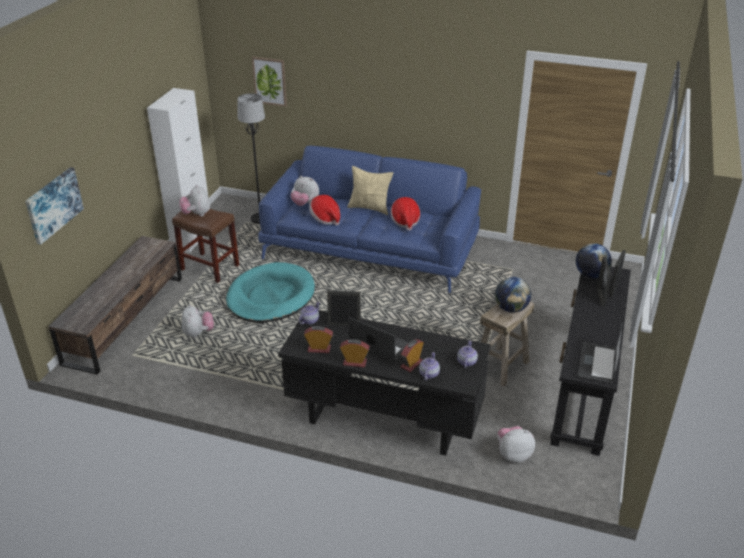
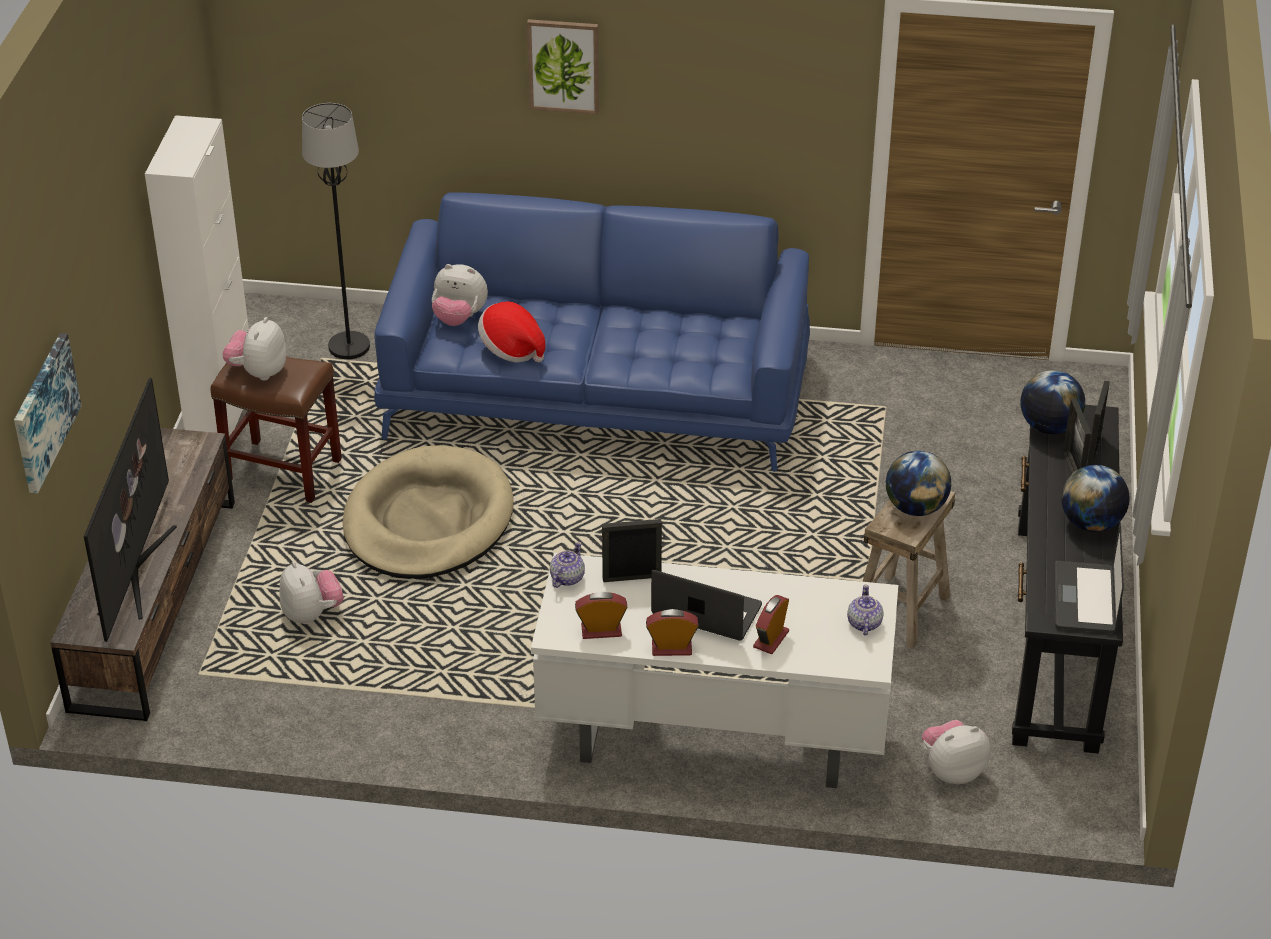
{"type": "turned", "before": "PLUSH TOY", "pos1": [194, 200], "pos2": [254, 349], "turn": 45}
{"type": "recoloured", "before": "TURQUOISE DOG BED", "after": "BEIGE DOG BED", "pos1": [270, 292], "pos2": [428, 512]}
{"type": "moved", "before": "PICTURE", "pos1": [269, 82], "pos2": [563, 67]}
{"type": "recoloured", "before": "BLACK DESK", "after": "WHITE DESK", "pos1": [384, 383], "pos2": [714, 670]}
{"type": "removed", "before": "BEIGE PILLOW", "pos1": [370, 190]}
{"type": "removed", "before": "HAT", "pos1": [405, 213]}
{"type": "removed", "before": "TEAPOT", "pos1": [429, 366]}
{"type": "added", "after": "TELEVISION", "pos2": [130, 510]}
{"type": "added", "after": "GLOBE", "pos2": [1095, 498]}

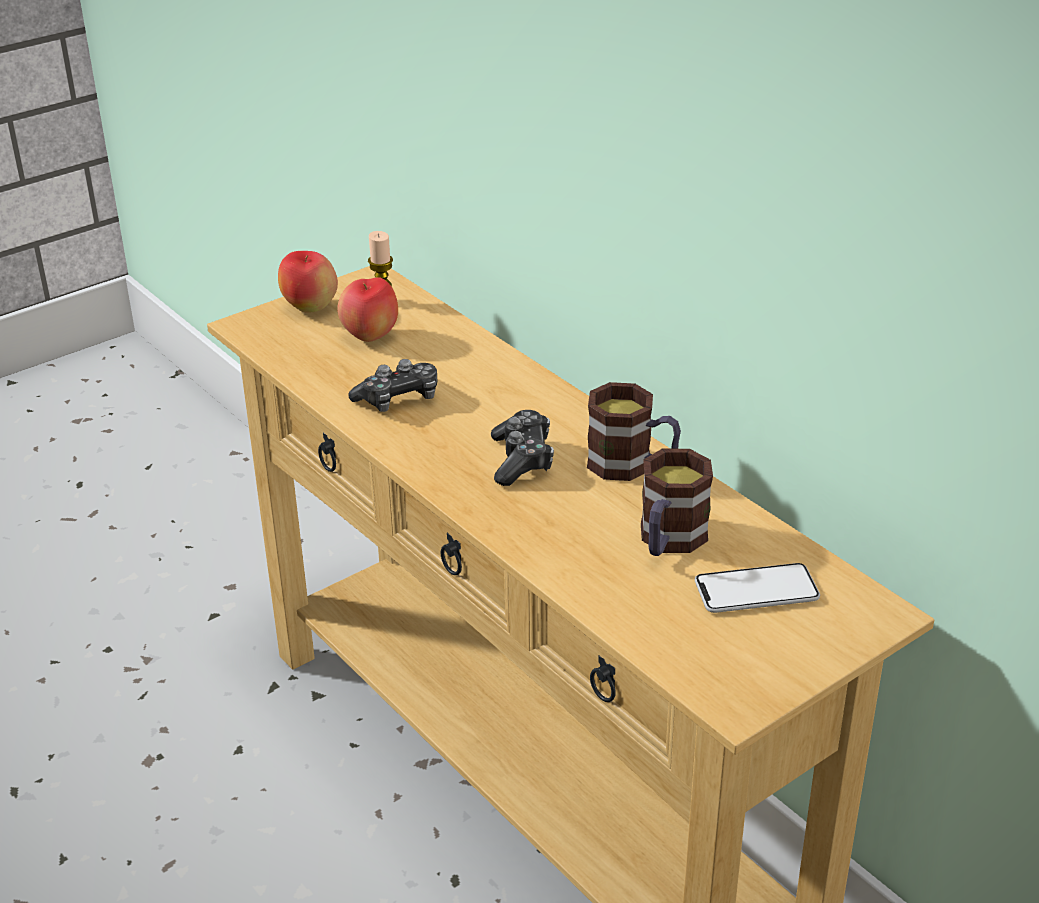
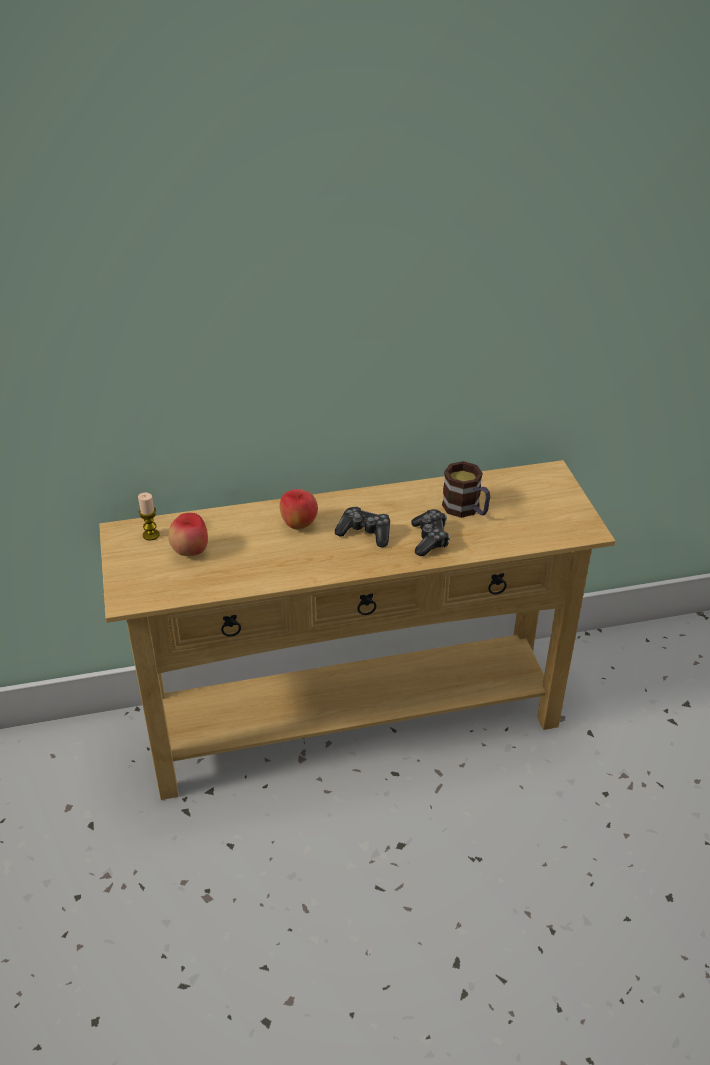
{"type": "moved", "before": "APPLE", "pos1": [308, 282], "pos2": [299, 509]}
{"type": "moved", "before": "GAME CONTROLLER", "pos1": [393, 385], "pos2": [430, 532]}
{"type": "removed", "before": "MUG", "pos1": [634, 431]}
{"type": "removed", "before": "PHONE", "pos1": [757, 588]}

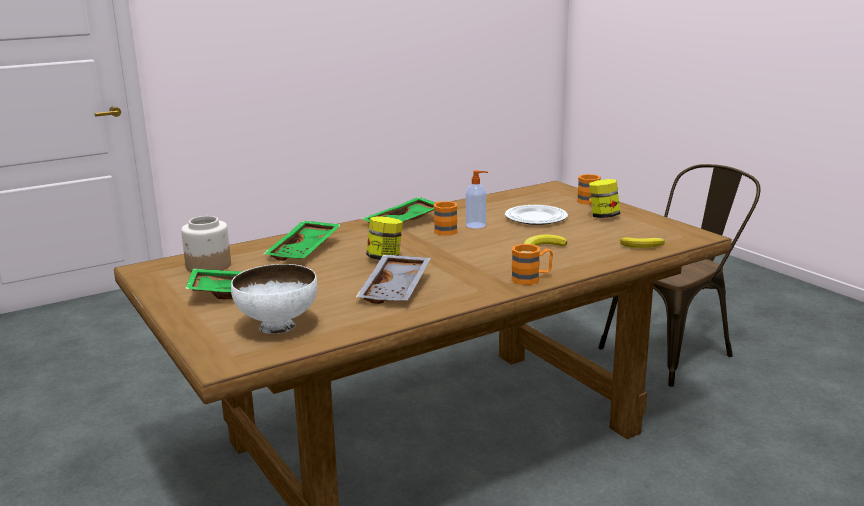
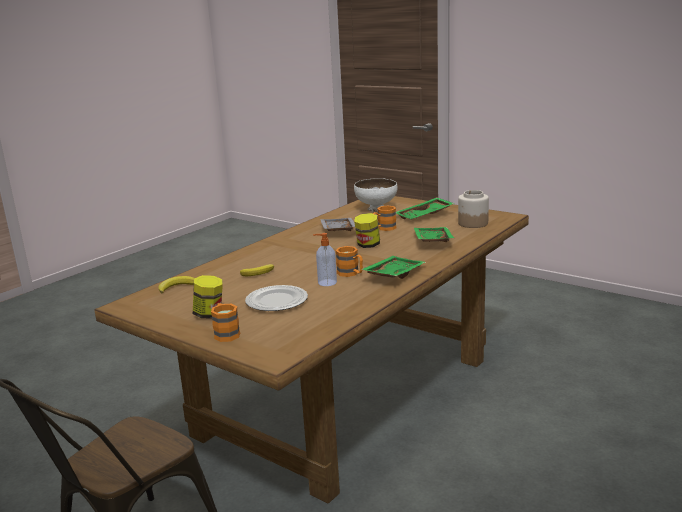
{"type": "moved", "before": "ORANGE MUG", "pos1": [532, 264], "pos2": [384, 218]}

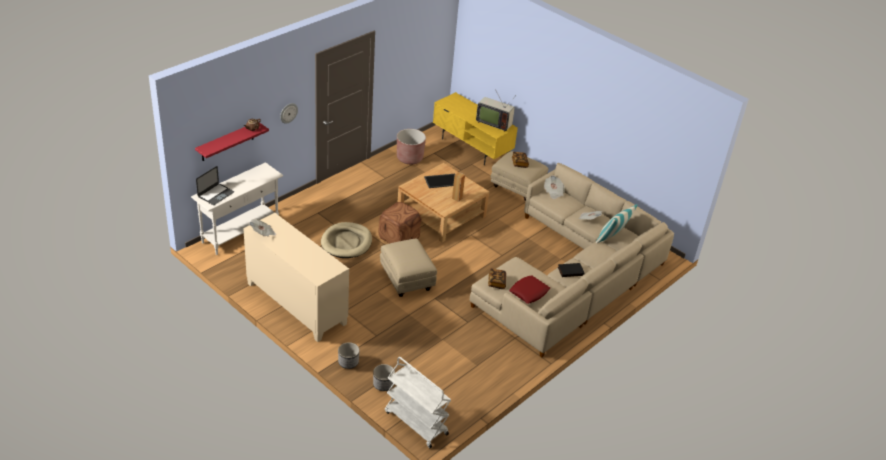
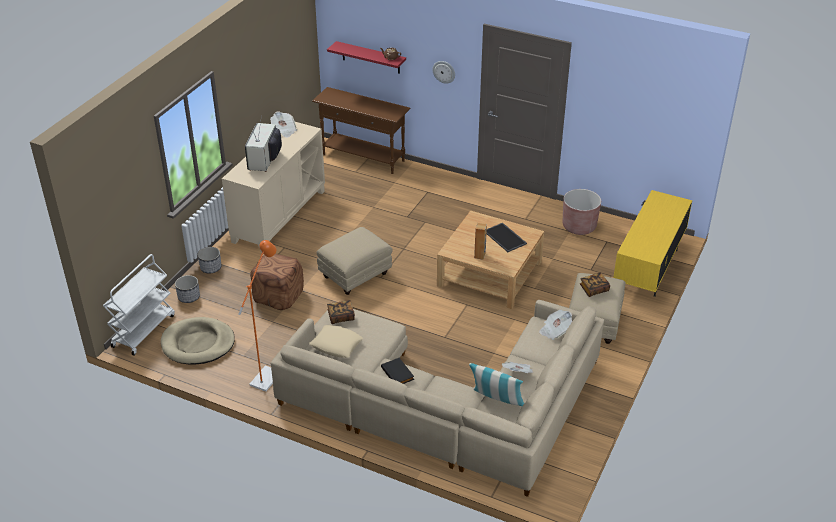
{"type": "recoloured", "before": "WHITE CONSOLE TABLE", "after": "BROWN CONSOLE TABLE", "pos1": [237, 208], "pos2": [361, 130]}
{"type": "removed", "before": "LAPTOP", "pos1": [215, 185]}
{"type": "moved", "before": "BEIGE DOG BED", "pos1": [346, 240], "pos2": [198, 341]}
{"type": "moved", "before": "BROWN OTTOMAN", "pos1": [400, 222], "pos2": [277, 282]}
{"type": "moved", "before": "TELEVISION", "pos1": [495, 111], "pos2": [263, 143]}
{"type": "recoloured", "before": "RED PILLOW", "after": "BEIGE PILLOW", "pos1": [529, 289], "pos2": [336, 341]}
{"type": "added", "after": "ORANGE FLOOR LAMP", "pos2": [257, 316]}

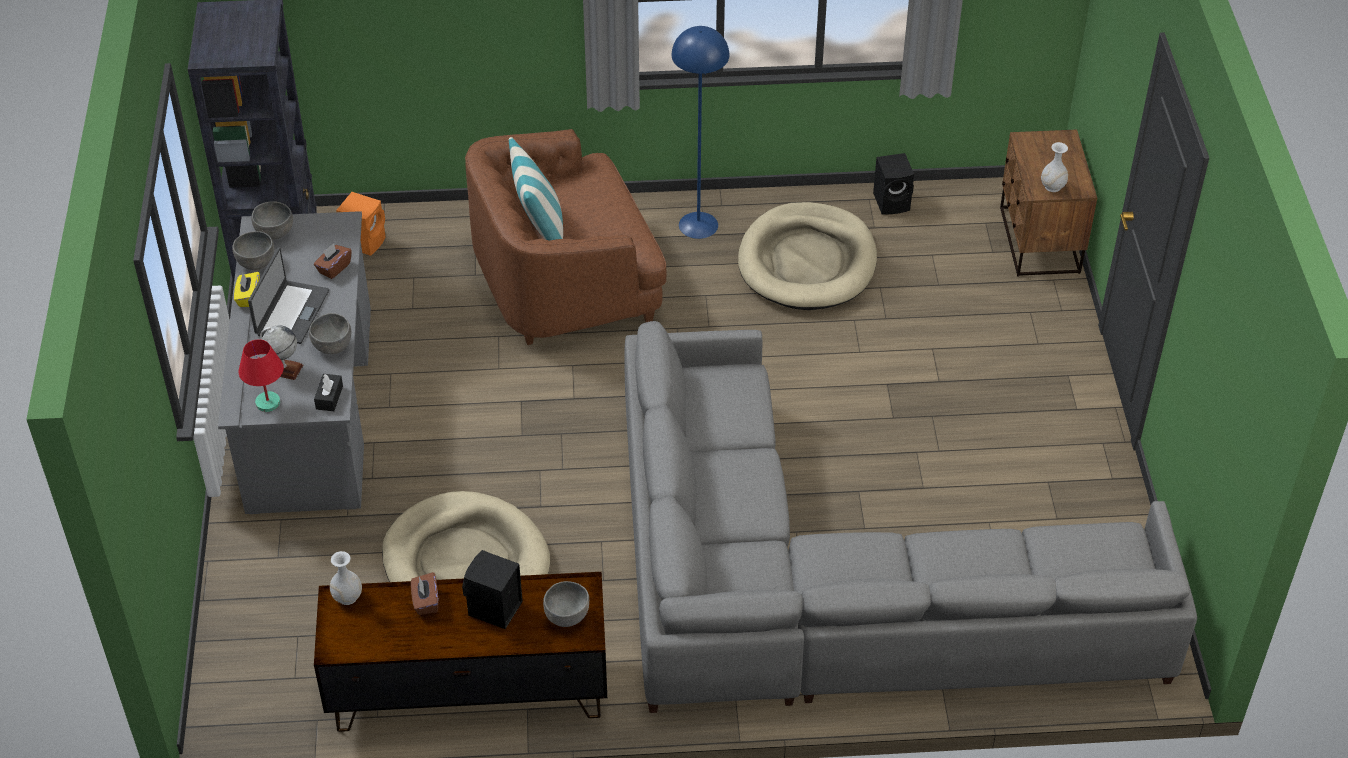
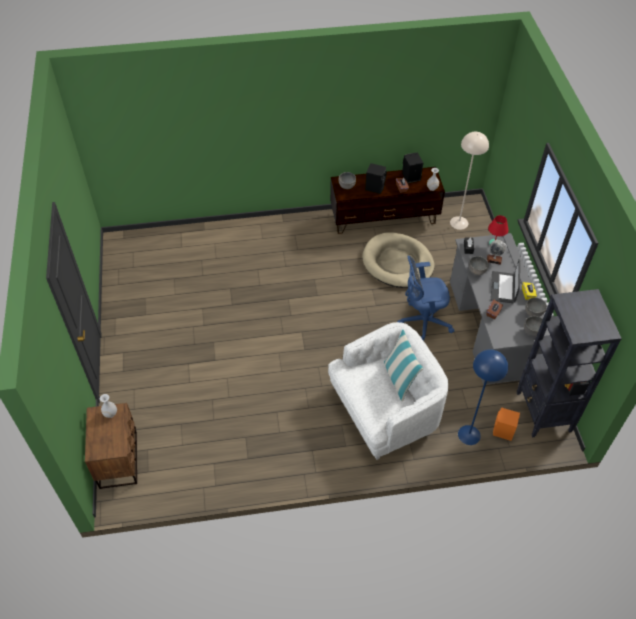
{"type": "recoloured", "before": "BROWN ARMCHAIR", "after": "WHITE ARMCHAIR", "pos1": [566, 237], "pos2": [388, 391]}
{"type": "removed", "before": "GREY SOFA", "pos1": [910, 517]}
{"type": "moved", "before": "BLUE FLOOR LAMP", "pos1": [700, 132], "pos2": [483, 397]}
{"type": "removed", "before": "BEIGE DOG BED", "pos1": [807, 256]}
{"type": "moved", "before": "BLACK SPEAKER", "pos1": [893, 184], "pos2": [412, 168]}
{"type": "added", "after": "BLUE OFFICE CHAIR", "pos2": [425, 298]}
{"type": "added", "after": "BEIGE FLOOR LAMP", "pos2": [469, 181]}

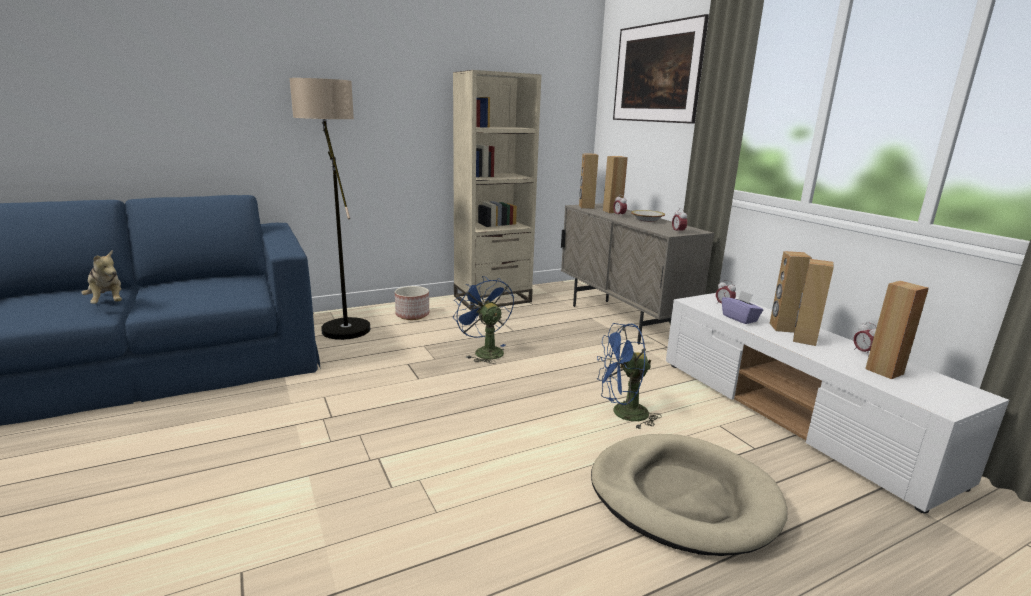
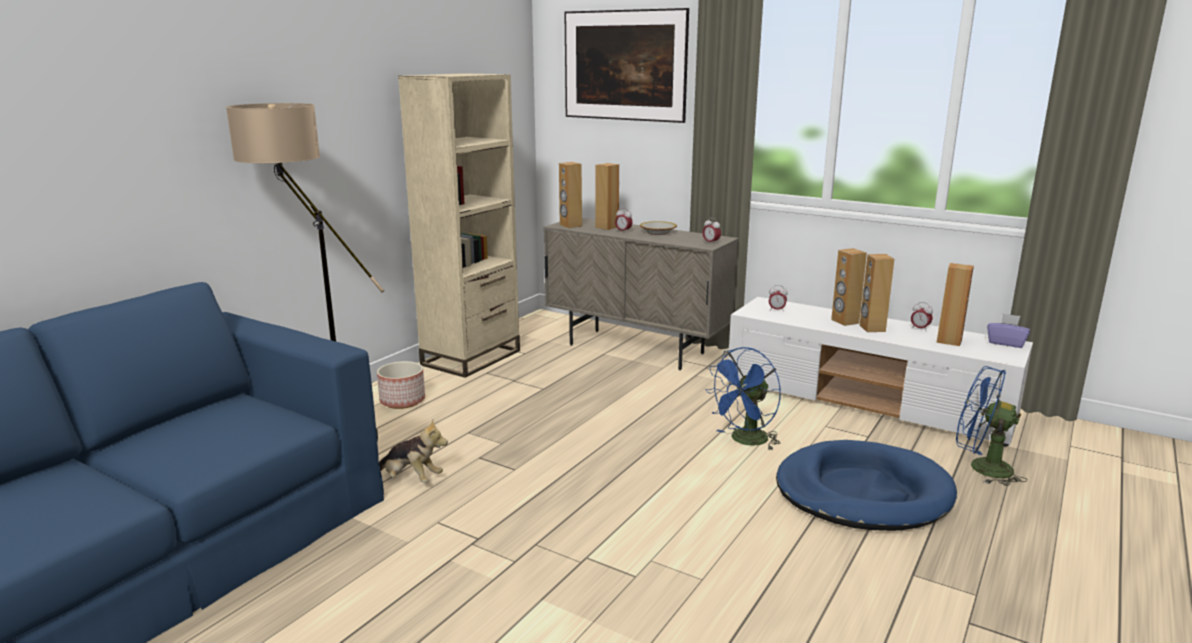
{"type": "moved", "before": "PLUSH TOY", "pos1": [101, 277], "pos2": [413, 451]}
{"type": "moved", "before": "BLUE FAN", "pos1": [483, 320], "pos2": [991, 426]}
{"type": "recoloured", "before": "BEIGE DOG BED", "after": "BLUE DOG BED", "pos1": [689, 495], "pos2": [866, 485]}
{"type": "moved", "before": "PURPLE TISSUE BOX", "pos1": [742, 307], "pos2": [1008, 330]}

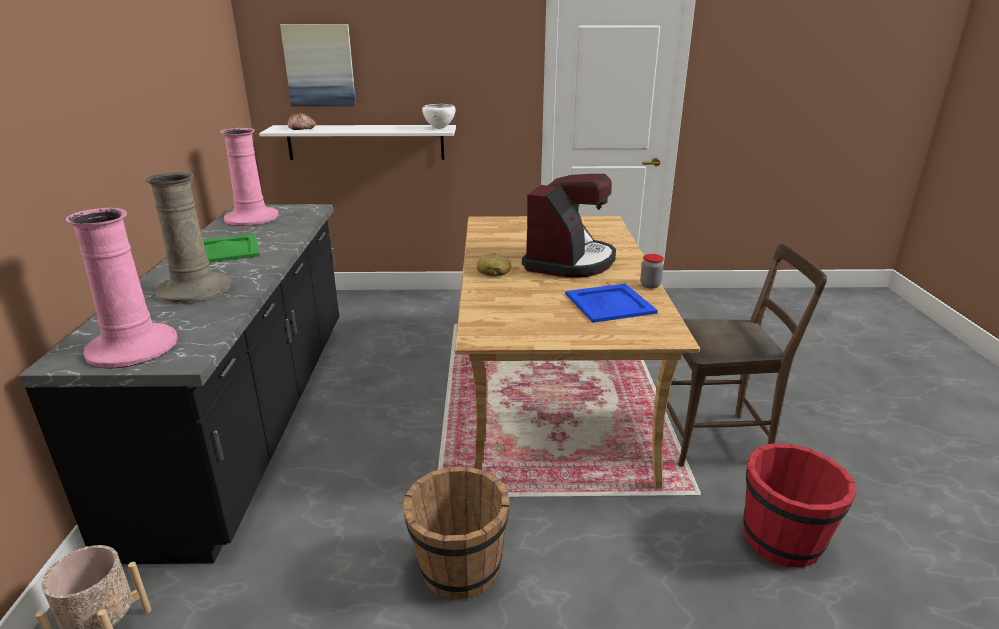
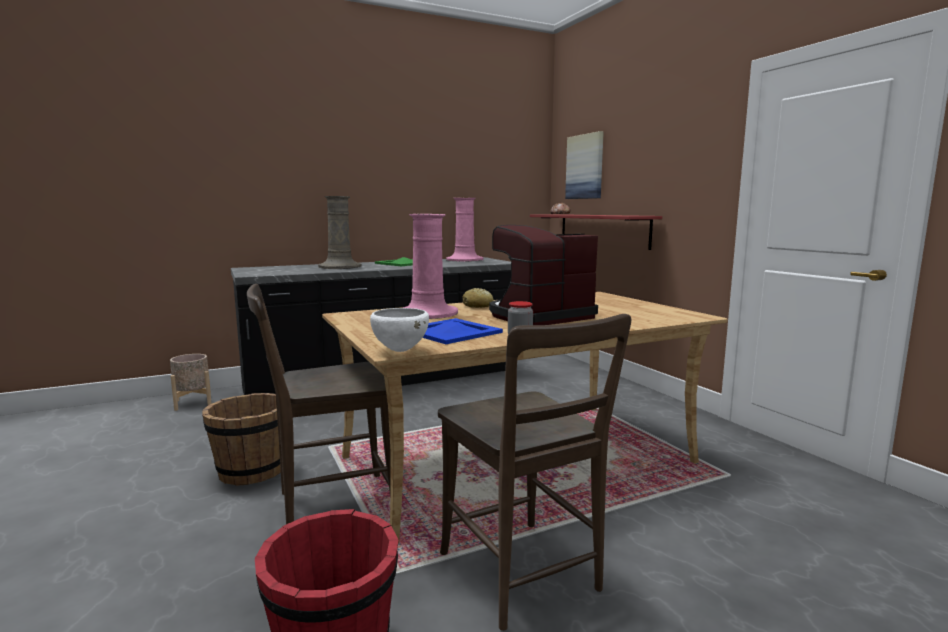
{"type": "moved", "before": "PINK VASE", "pos1": [122, 288], "pos2": [430, 266]}
{"type": "recoloured", "before": "WHITE SHELF", "after": "RED SHELF", "pos1": [357, 142], "pos2": [596, 232]}
{"type": "moved", "before": "WHITE BOWL", "pos1": [438, 116], "pos2": [399, 330]}
{"type": "turned", "before": "COFFEE MACHINE", "pos1": [569, 226], "pos2": [543, 275], "turn": 150}
{"type": "added", "after": "BROWN CHAIR", "pos2": [319, 404]}

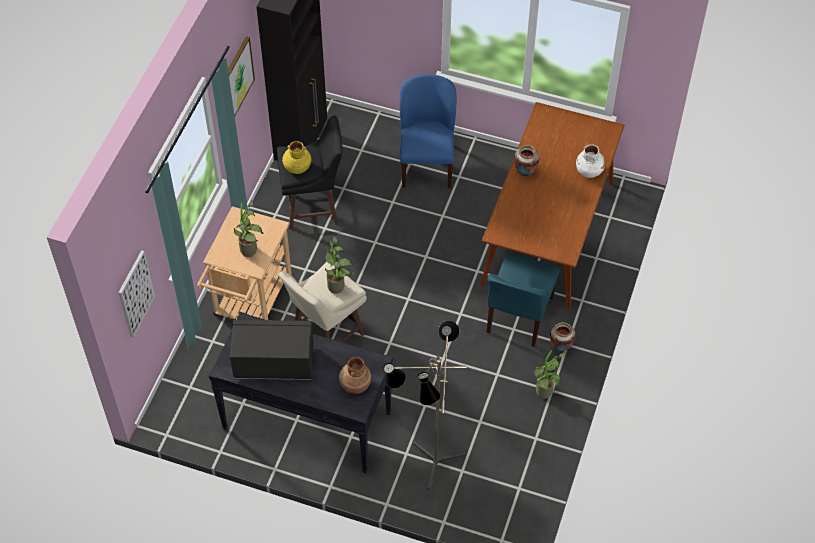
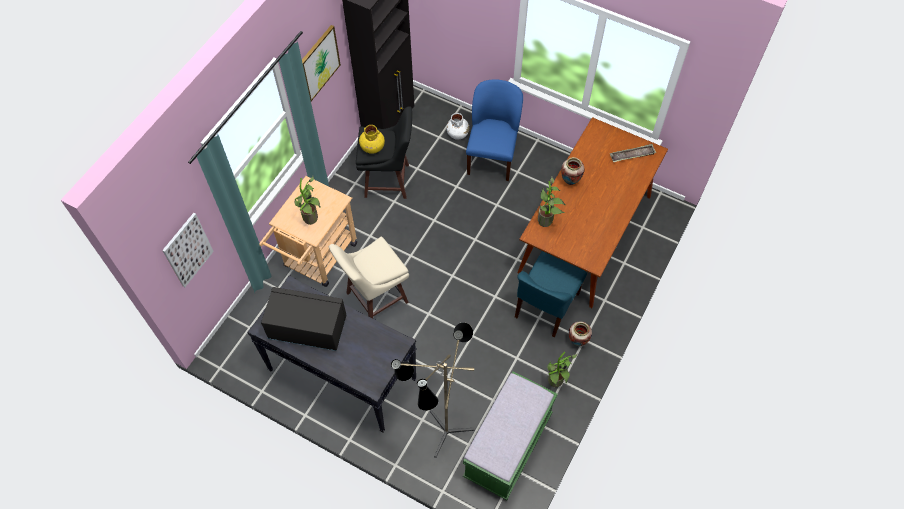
{"type": "moved", "before": "POTTED PLANT", "pos1": [339, 265], "pos2": [552, 201]}
{"type": "removed", "before": "BROWN VASE", "pos1": [355, 375]}
{"type": "moved", "before": "WHITE VASE", "pos1": [590, 161], "pos2": [458, 126]}
{"type": "added", "after": "GREEN BENCH", "pos2": [510, 436]}
{"type": "added", "after": "TRAY", "pos2": [633, 153]}

